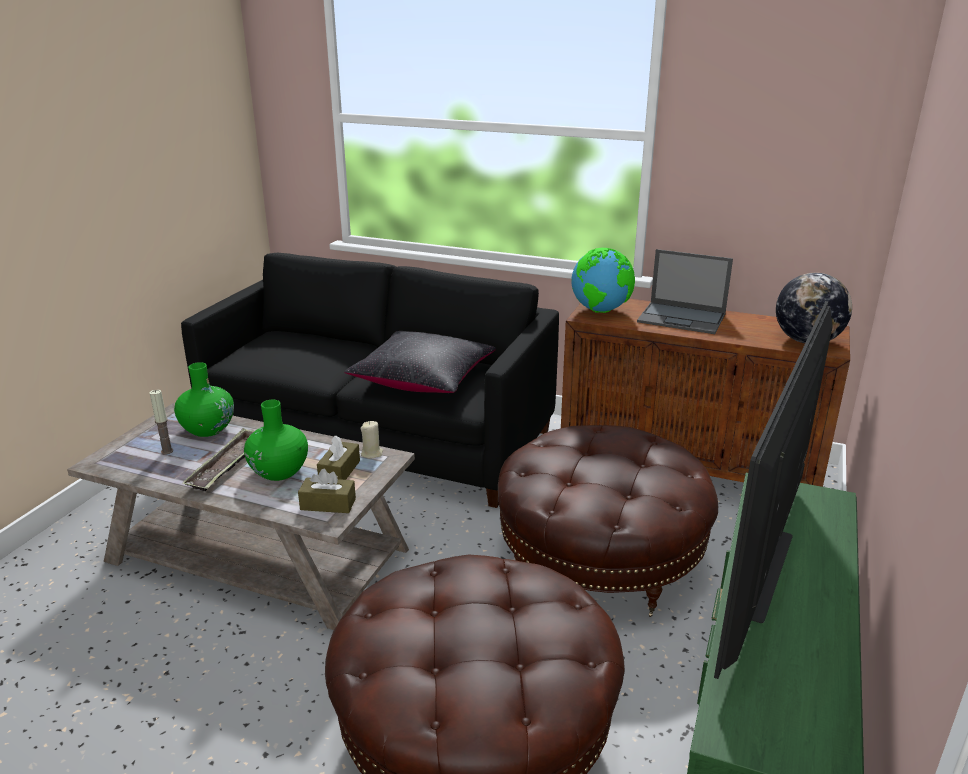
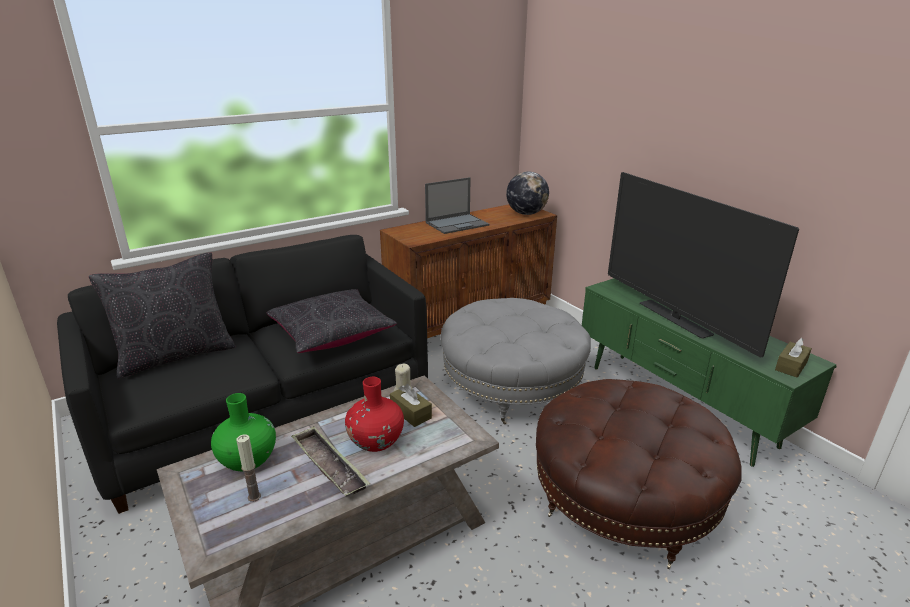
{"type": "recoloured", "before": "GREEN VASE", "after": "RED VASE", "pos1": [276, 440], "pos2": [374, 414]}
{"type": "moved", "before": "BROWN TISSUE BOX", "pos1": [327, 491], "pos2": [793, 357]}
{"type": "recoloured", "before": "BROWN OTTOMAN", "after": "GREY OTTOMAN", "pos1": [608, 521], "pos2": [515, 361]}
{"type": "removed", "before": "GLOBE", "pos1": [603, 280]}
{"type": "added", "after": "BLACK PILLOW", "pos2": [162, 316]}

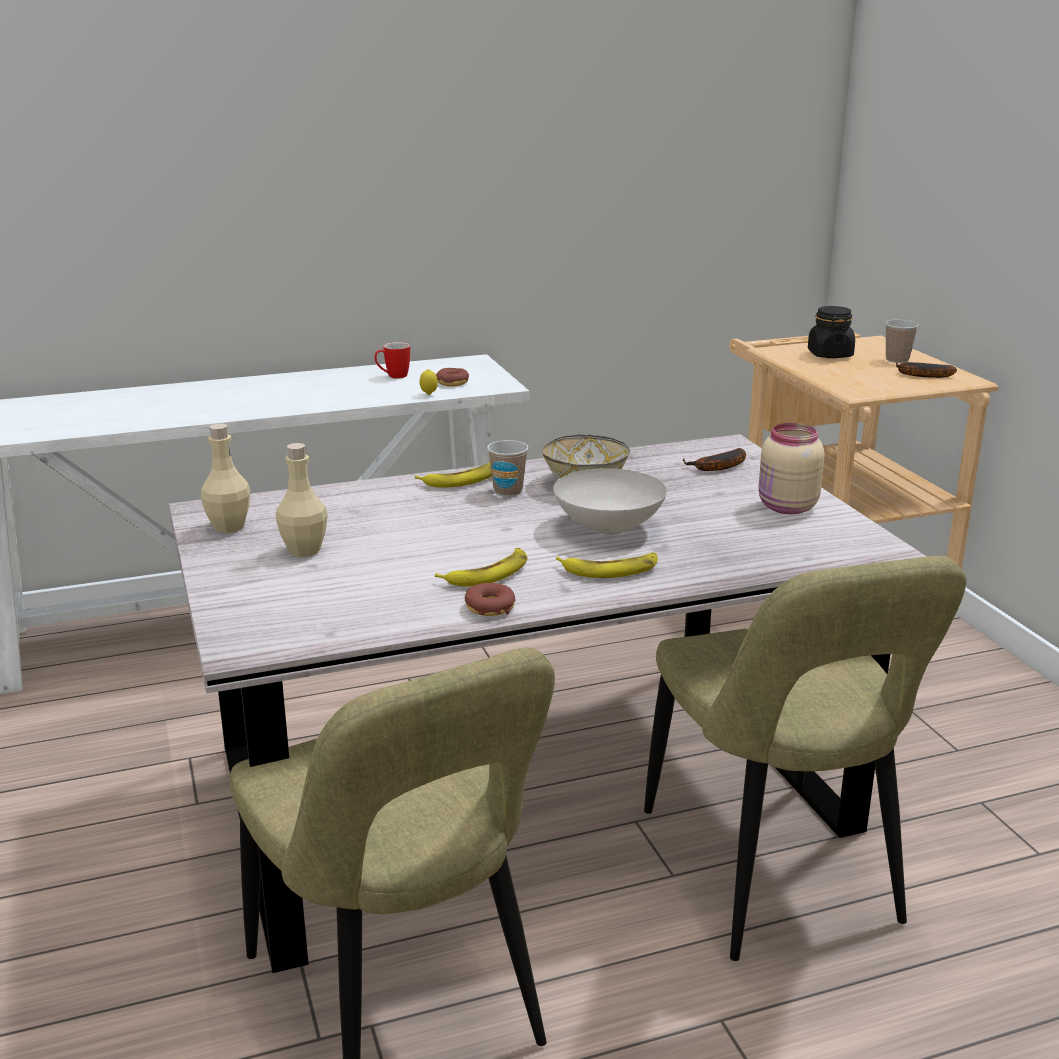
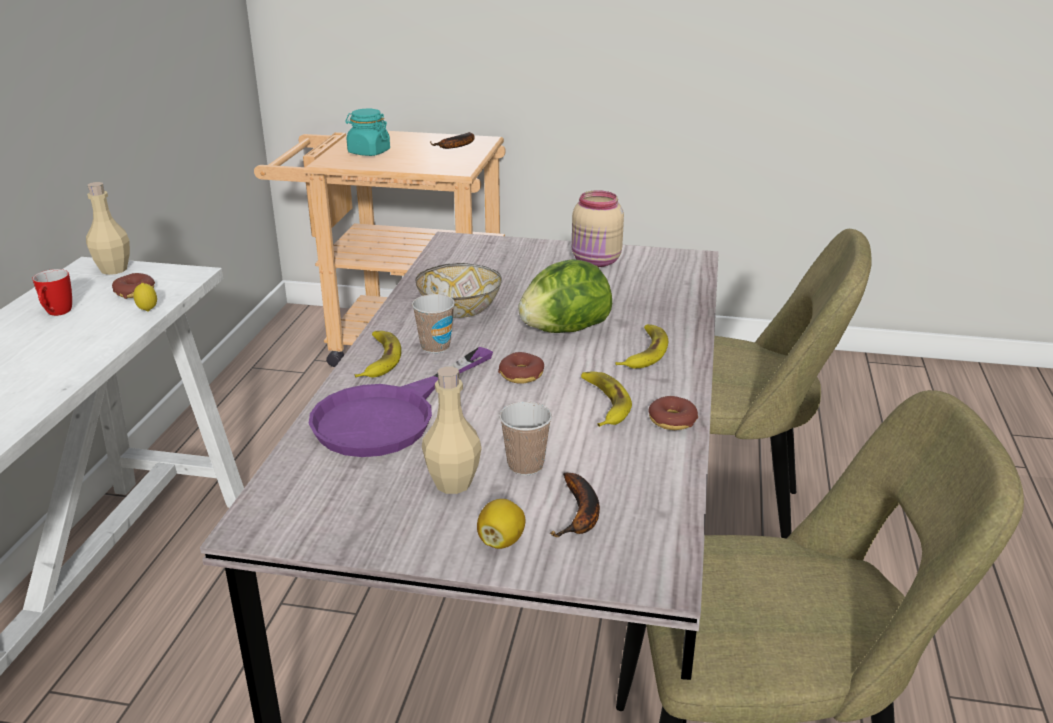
{"type": "moved", "before": "BEIGE BOTTLE", "pos1": [225, 478], "pos2": [108, 228]}
{"type": "replaced", "before": "WHITE BOWL", "after": "LETTUCE", "pos1": [610, 501], "pos2": [565, 296]}
{"type": "moved", "before": "BANANA", "pos1": [714, 459], "pos2": [575, 505]}
{"type": "recoloured", "before": "BLACK JAR", "after": "TURQUOISE JAR", "pos1": [831, 332], "pos2": [367, 132]}
{"type": "moved", "before": "CUP", "pos1": [902, 341], "pos2": [525, 438]}
{"type": "added", "after": "PURPLE FRYING PAN", "pos2": [401, 402]}
{"type": "added", "after": "LEMON", "pos2": [501, 524]}
{"type": "added", "after": "DONUT", "pos2": [521, 368]}

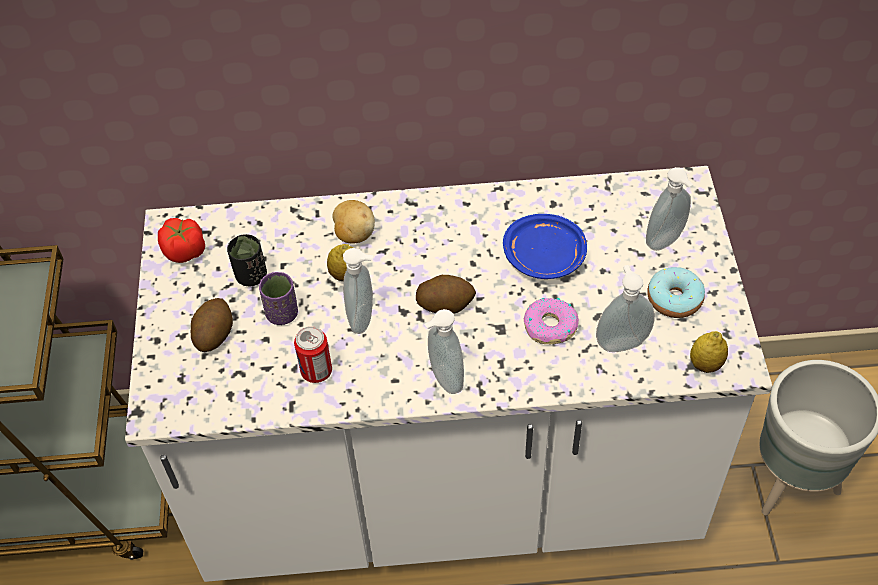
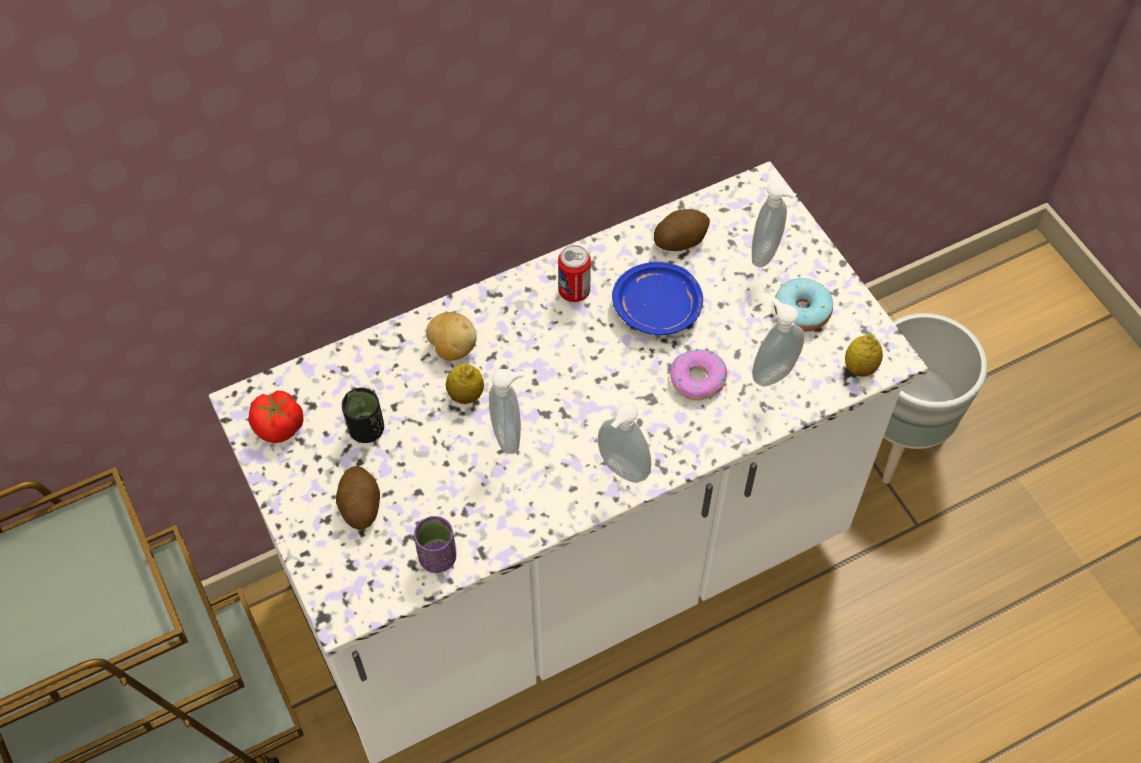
{"type": "moved", "before": "PURPLE CUP", "pos1": [278, 298], "pos2": [435, 544]}
{"type": "moved", "before": "CAN", "pos1": [313, 354], "pos2": [574, 273]}
{"type": "moved", "before": "POTATO", "pos1": [446, 294], "pos2": [682, 230]}

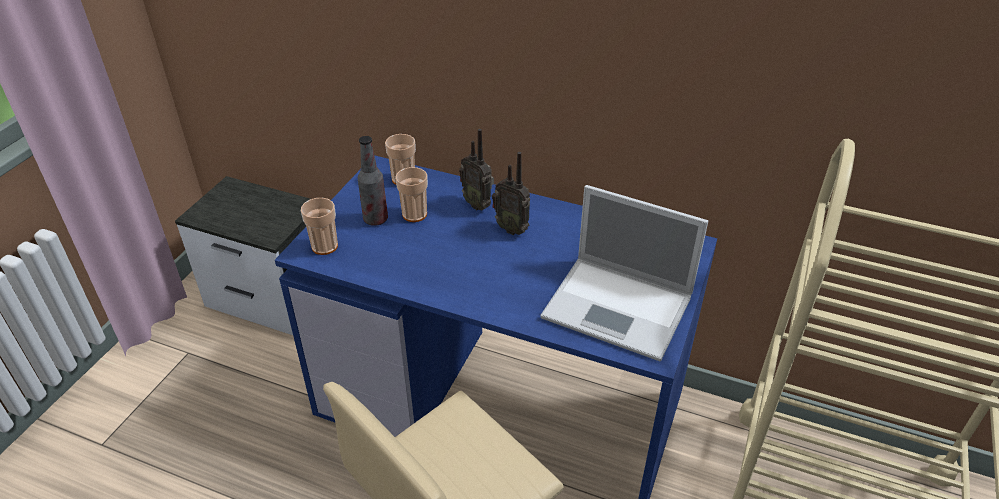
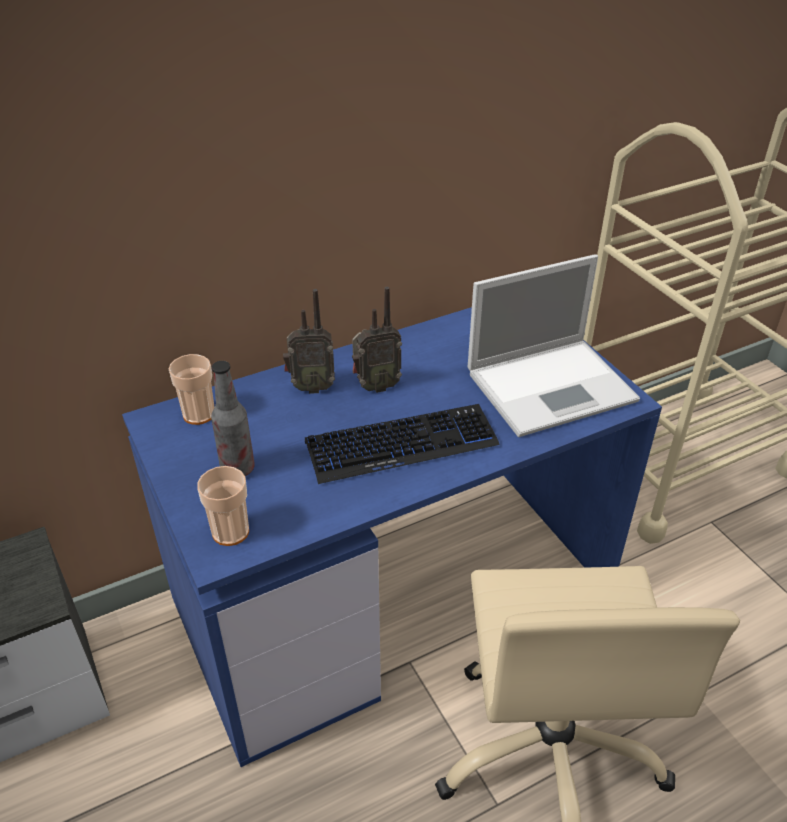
{"type": "removed", "before": "CUP", "pos1": [411, 194]}
{"type": "added", "after": "KEYBOARD", "pos2": [402, 444]}

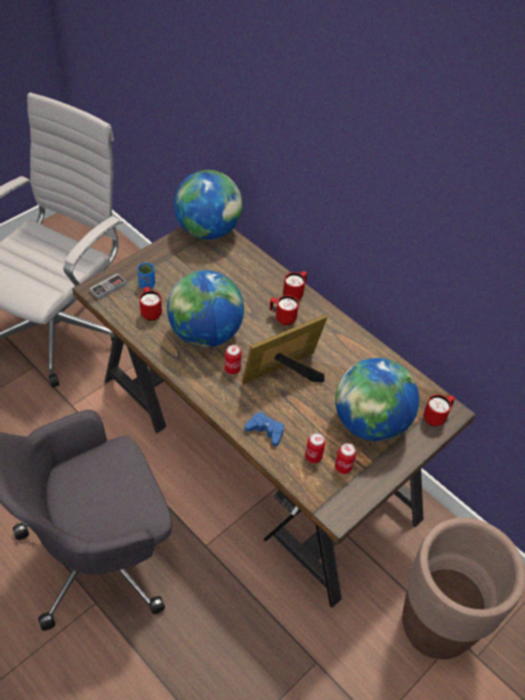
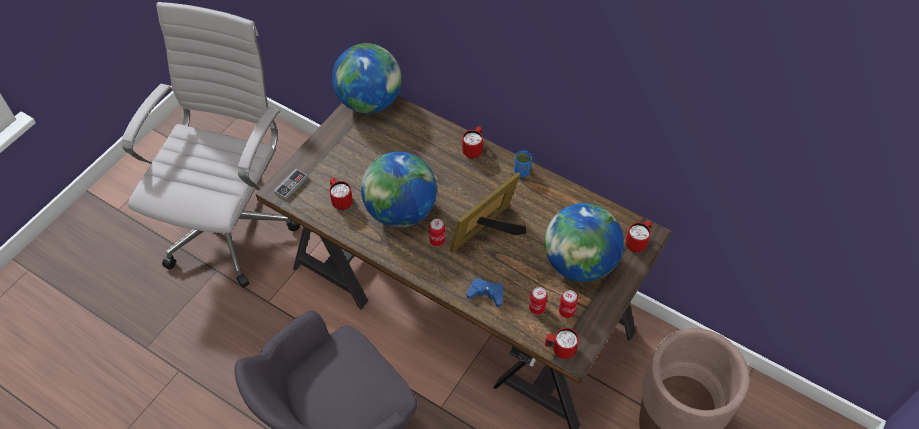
{"type": "moved", "before": "BLUE CUP", "pos1": [146, 276], "pos2": [523, 164]}
{"type": "moved", "before": "RED MUG", "pos1": [284, 310], "pos2": [562, 343]}

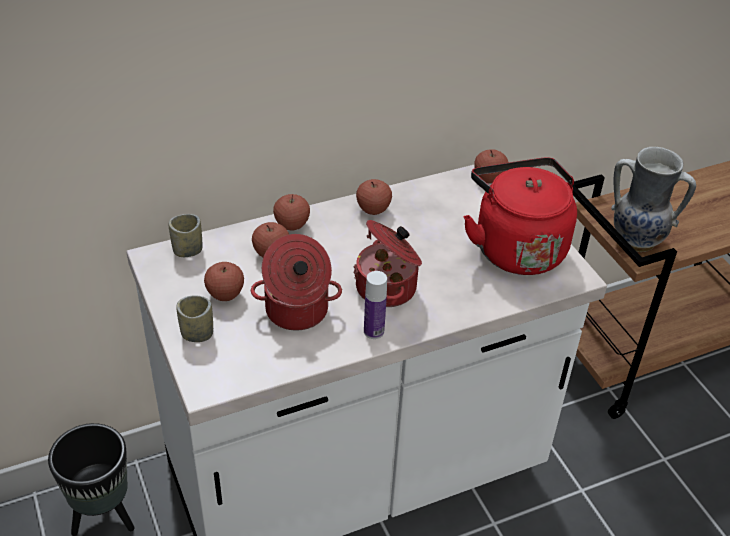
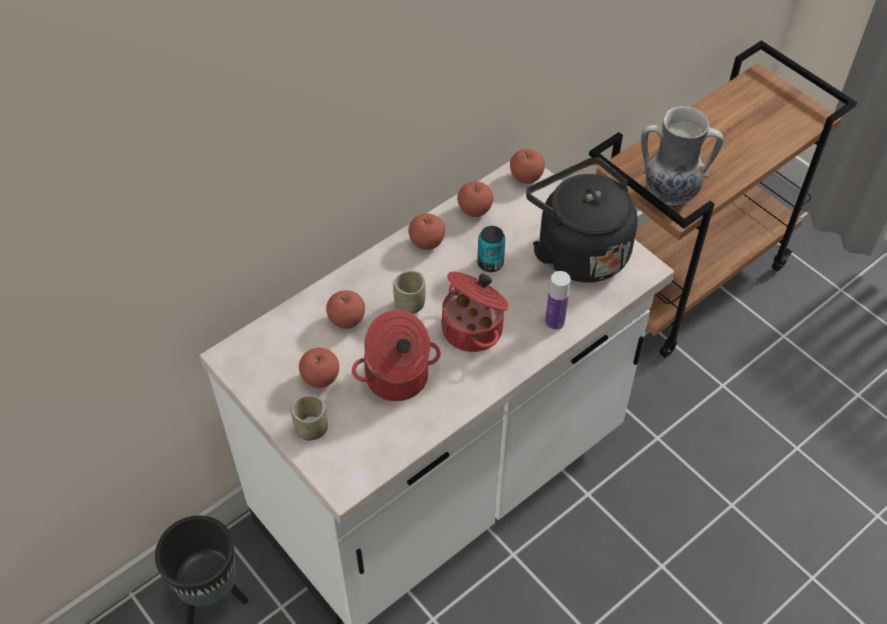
{"type": "moved", "before": "CUP", "pos1": [185, 235], "pos2": [409, 292]}
{"type": "moved", "before": "APPLE", "pos1": [291, 212], "pos2": [475, 199]}
{"type": "moved", "before": "BOTTLE", "pos1": [375, 305], "pos2": [558, 300]}
{"type": "recoloured", "before": "RED KETTLE", "after": "BLACK KETTLE", "pos1": [520, 216], "pos2": [582, 219]}
{"type": "added", "after": "CAN", "pos2": [491, 249]}

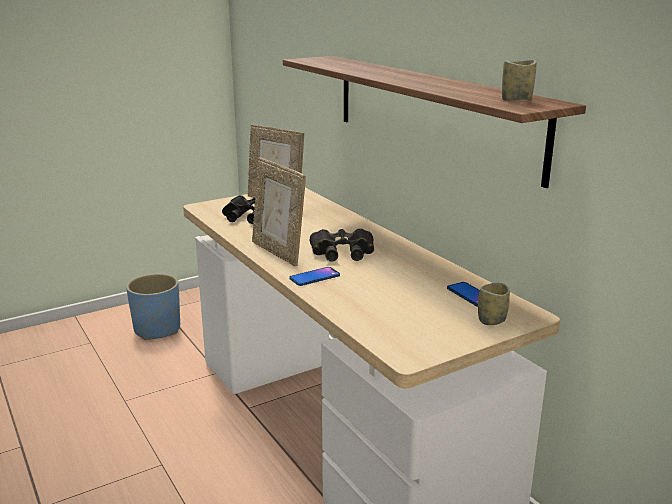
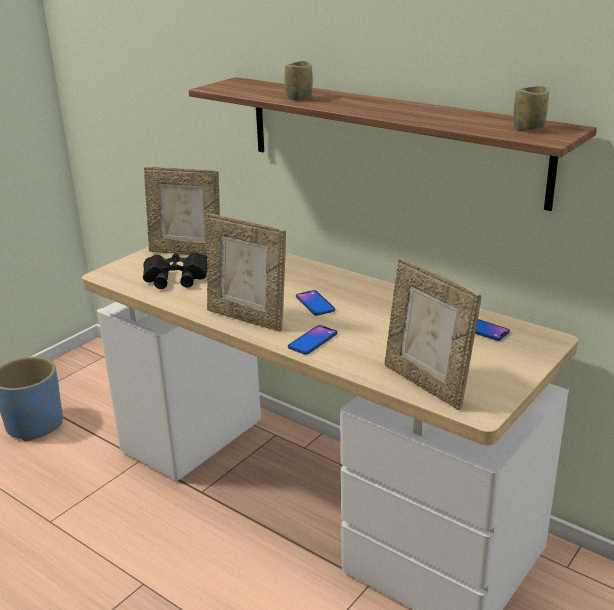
{"type": "replaced", "before": "BLACK BINOCULARS", "after": "PHONE", "pos1": [342, 245], "pos2": [315, 303]}
{"type": "moved", "before": "CUP", "pos1": [494, 304], "pos2": [299, 80]}
{"type": "added", "after": "PICTURE FRAME", "pos2": [433, 334]}

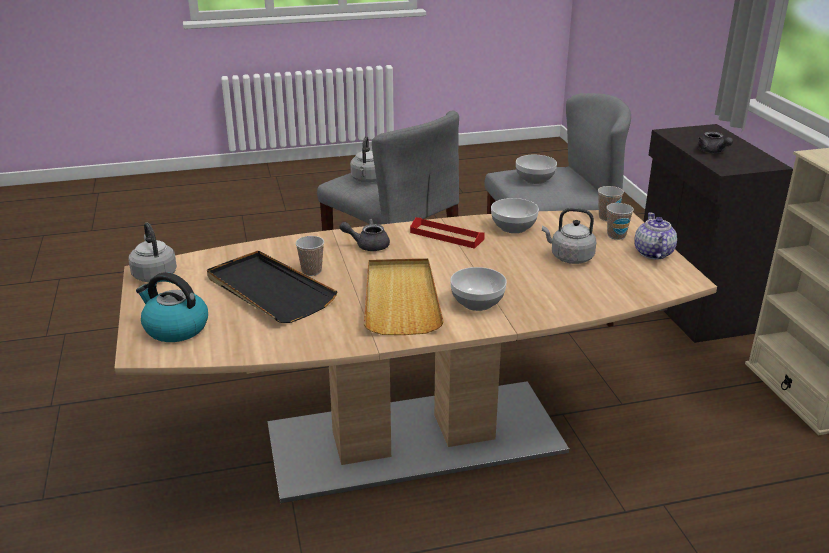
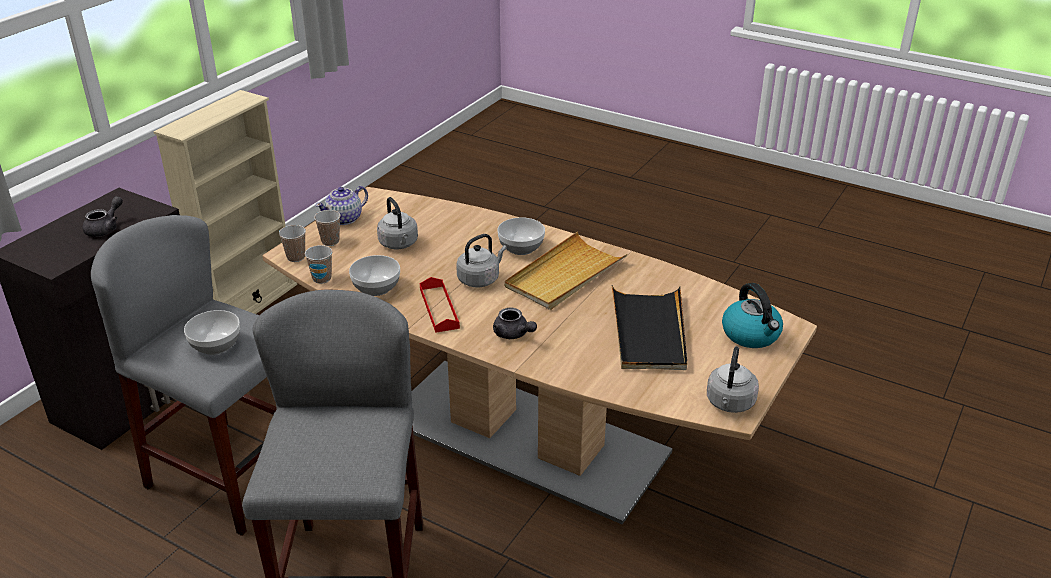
{"type": "moved", "before": "CUP", "pos1": [309, 256], "pos2": [319, 264]}
{"type": "moved", "before": "GREY KETTLE", "pos1": [363, 159], "pos2": [481, 260]}

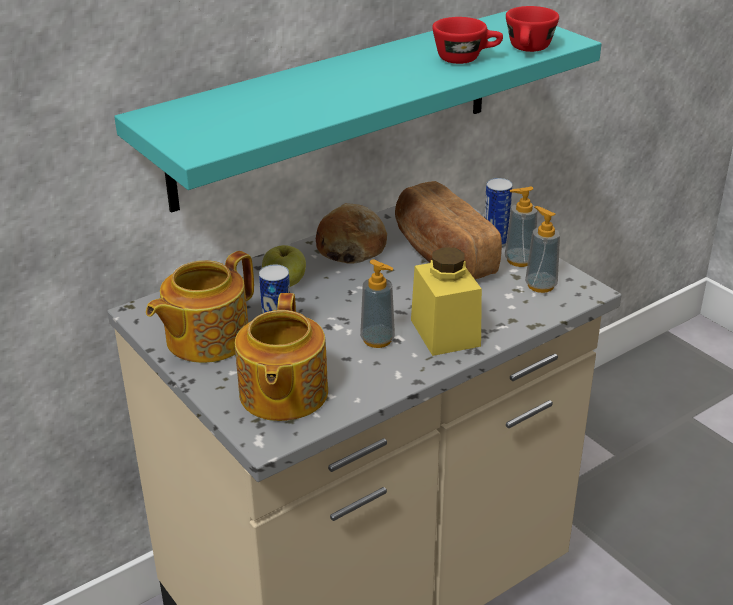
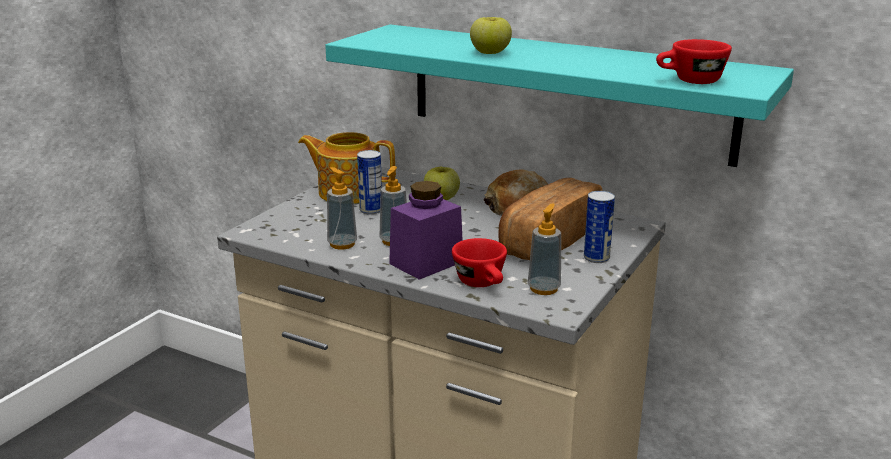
{"type": "removed", "before": "TEAPOT", "pos1": [281, 357]}
{"type": "recoloured", "before": "YELLOW JAR", "after": "PURPLE JAR", "pos1": [446, 301], "pos2": [426, 230]}
{"type": "moved", "before": "RED CUP", "pos1": [467, 40], "pos2": [479, 262]}
{"type": "moved", "before": "SOAP DISPENSER", "pos1": [521, 227], "pos2": [342, 208]}
{"type": "added", "after": "APPLE", "pos2": [491, 35]}

